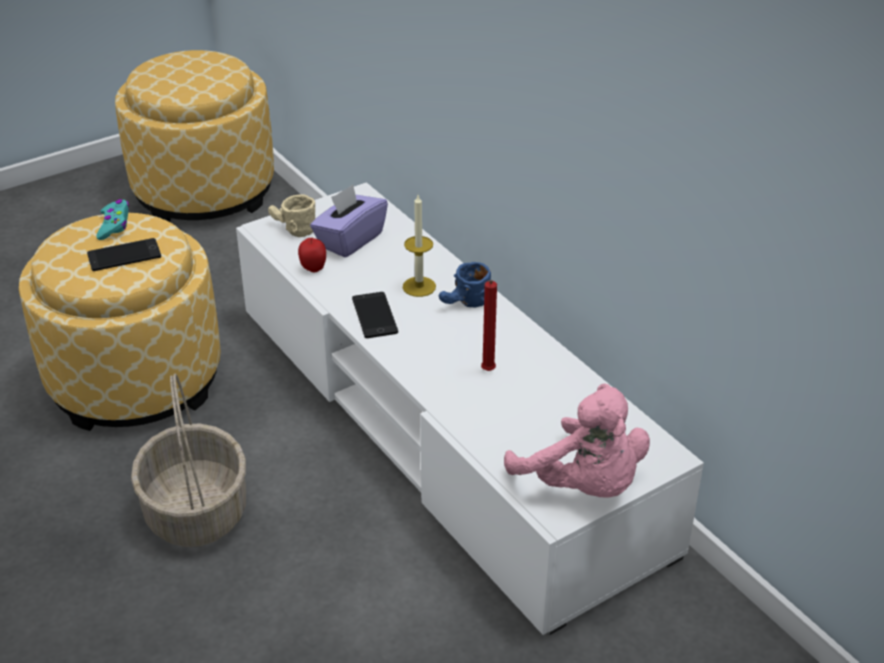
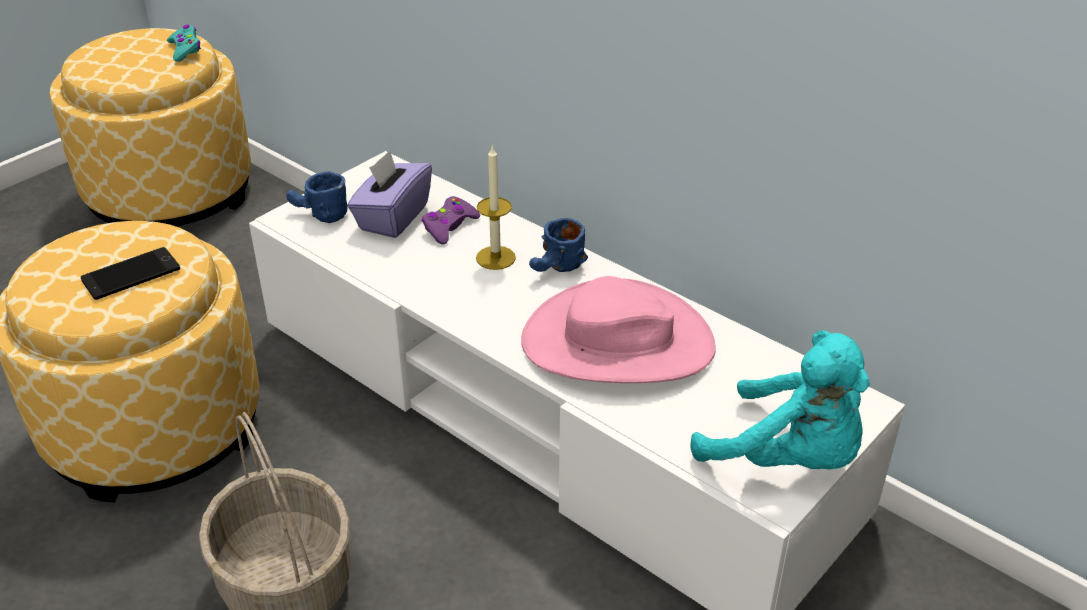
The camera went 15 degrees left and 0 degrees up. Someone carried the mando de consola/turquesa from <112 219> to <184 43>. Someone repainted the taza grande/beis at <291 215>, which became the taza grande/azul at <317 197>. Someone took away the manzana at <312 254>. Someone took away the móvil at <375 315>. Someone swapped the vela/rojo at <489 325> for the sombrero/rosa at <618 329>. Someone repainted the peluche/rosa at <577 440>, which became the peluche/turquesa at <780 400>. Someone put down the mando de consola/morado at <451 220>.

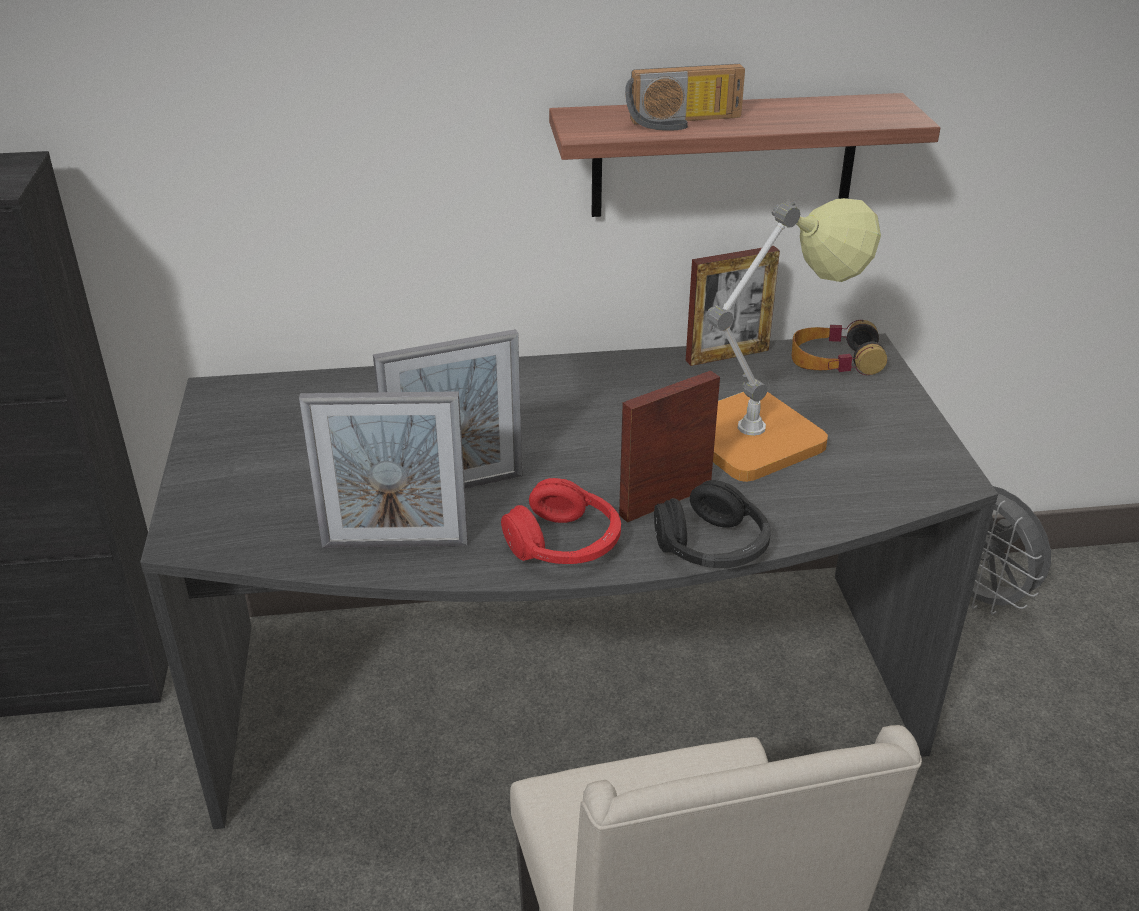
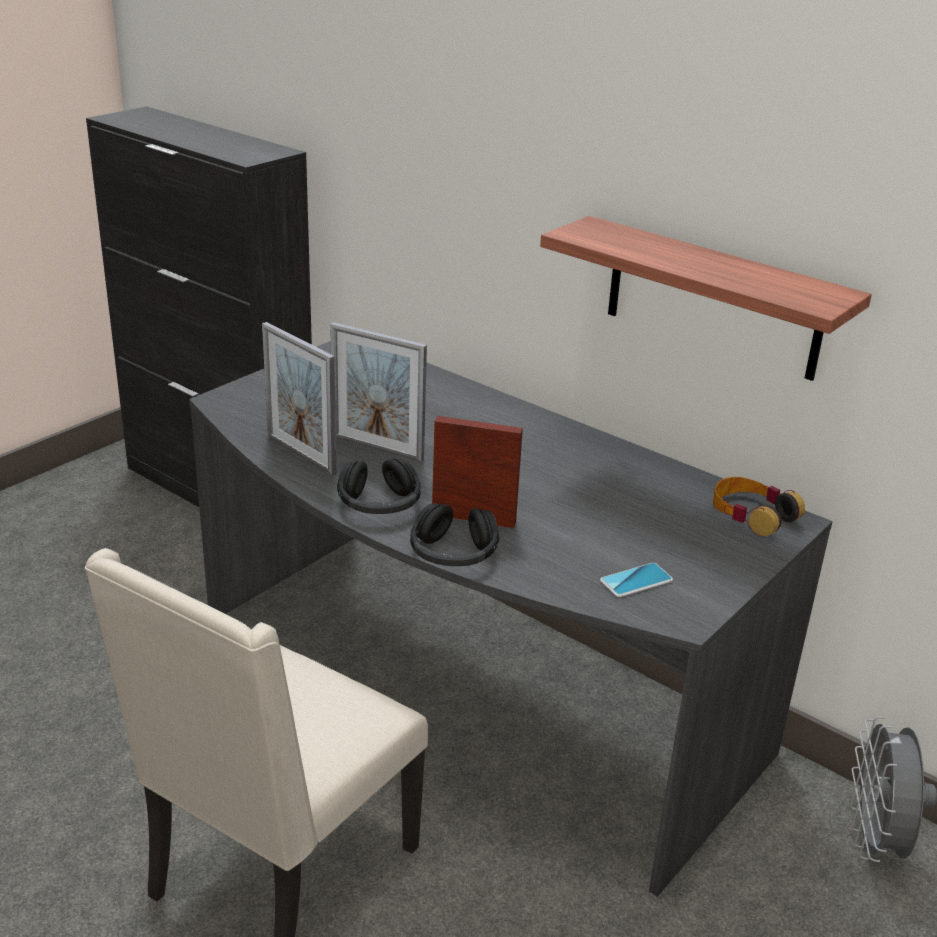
The camera went 45 degrees right and 5 degrees down. Someone repainted the auriculares/rojo at <561 521>, which became the auriculares/negro at <379 486>. Someone took away the radio at <685 97>. Someone took away the portarretratos at <733 306>. Someone took away the lámpara de mesa at <794 340>. Someone put down the móvil at <636 580>.

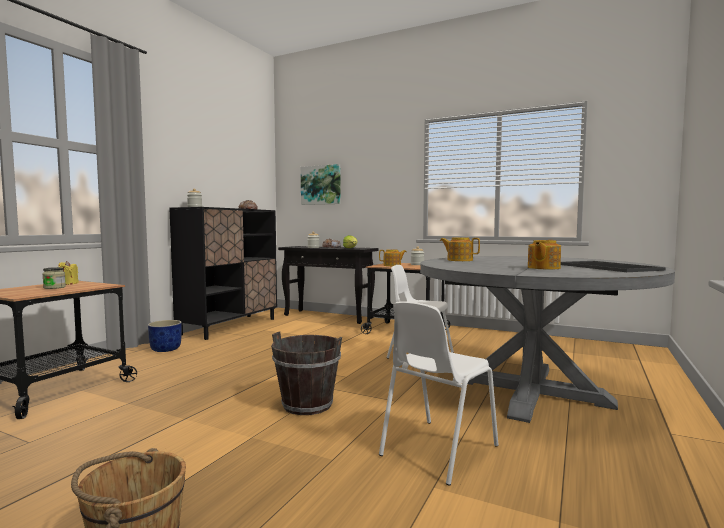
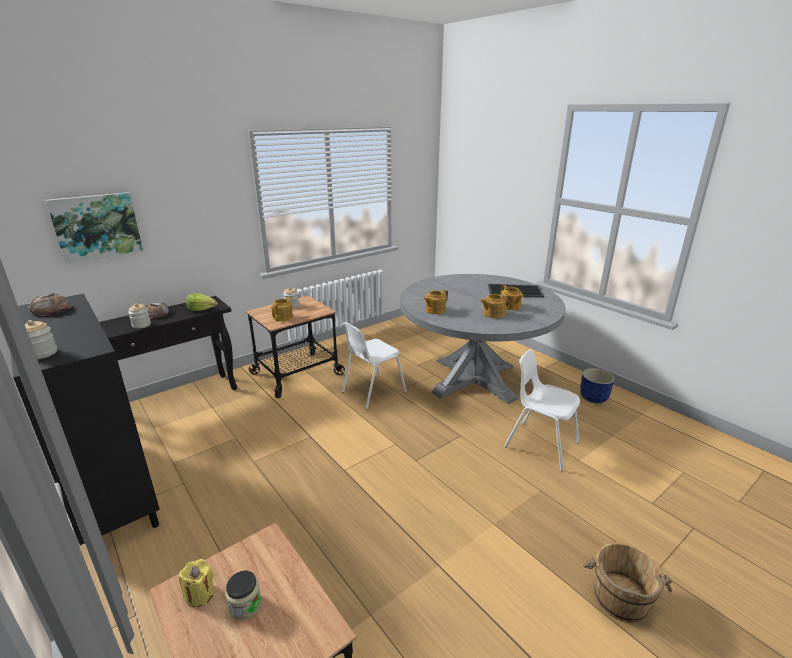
The camera went 65 degrees left and 20 degrees up. Someone carried the maceta/azul from <164 336> to <597 385>. Someone took away the cubo/marrón at <306 373>. Someone rotated the silla/blanco at <439 393> by 150 degrees clockwise. Someone put down the tetera at <495 306>.

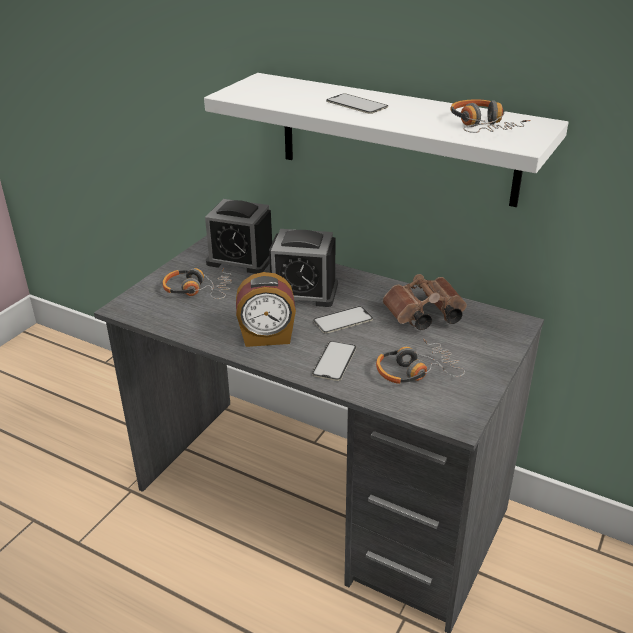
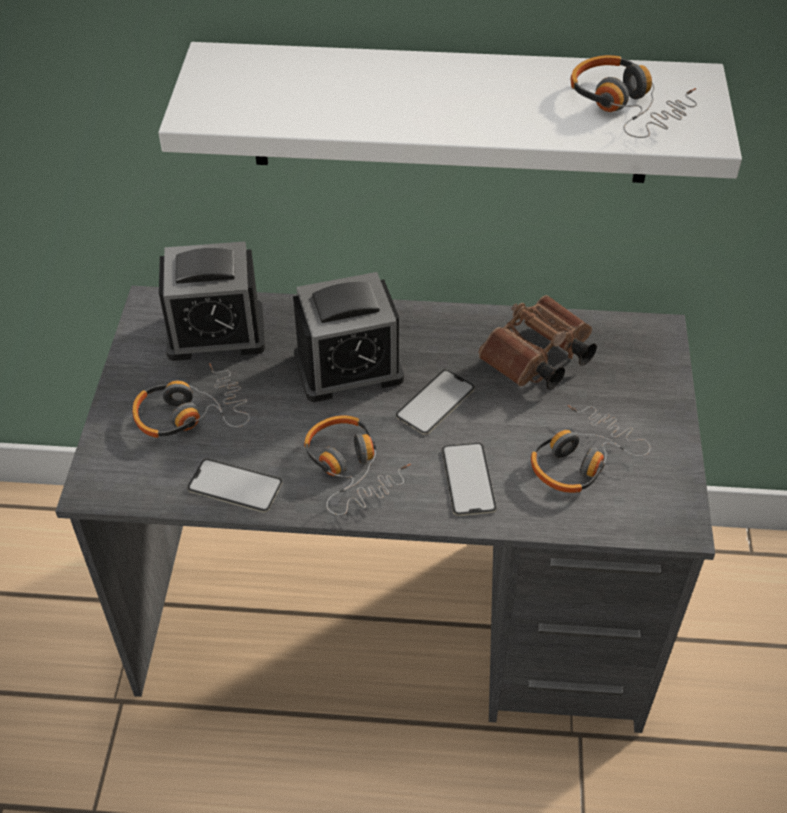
The camera went 25 degrees left and 15 degrees up. Someone swapped the despertador at <266 309> for the auriculares at <357 465>. Someone carried the móvil from <357 103> to <234 485>.

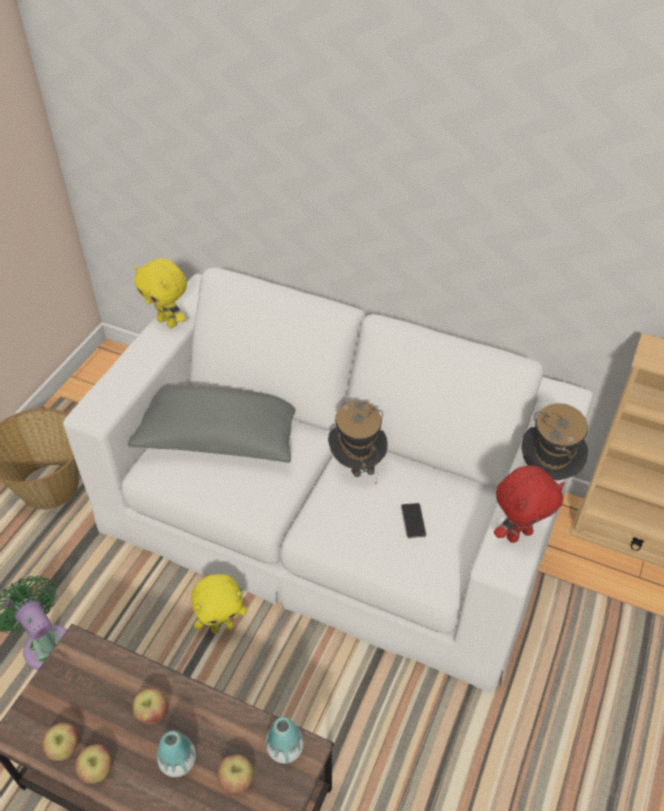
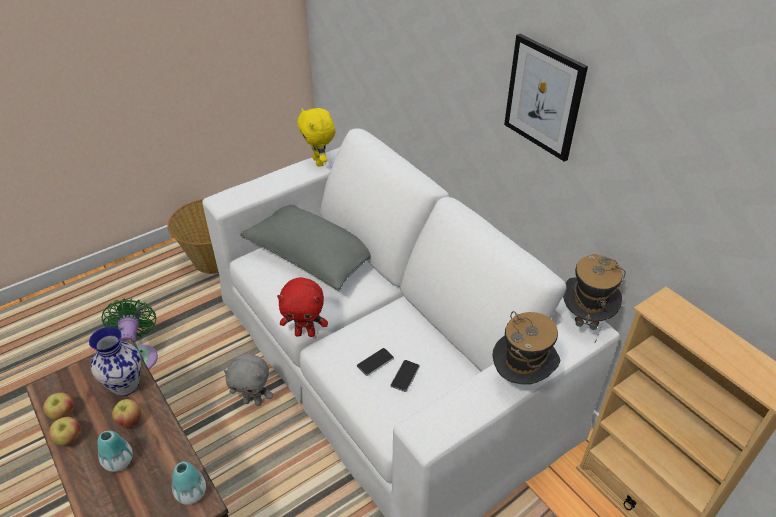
The camera went 30 degrees right and 5 degrees down. Someone repainted the peluche/amarillo at <219 604>, which became the peluche/gris at <248 379>. Someone took away the manzana at <235 774>. Someone carried the sombrero from <358 442> to <594 298>. Someone carried the peluche/rojo from <529 504> to <302 307>. Someone put down the florero at <115 361>. Someone put down the móvil at <375 362>. Someone put up the cuadro at <546 98>.

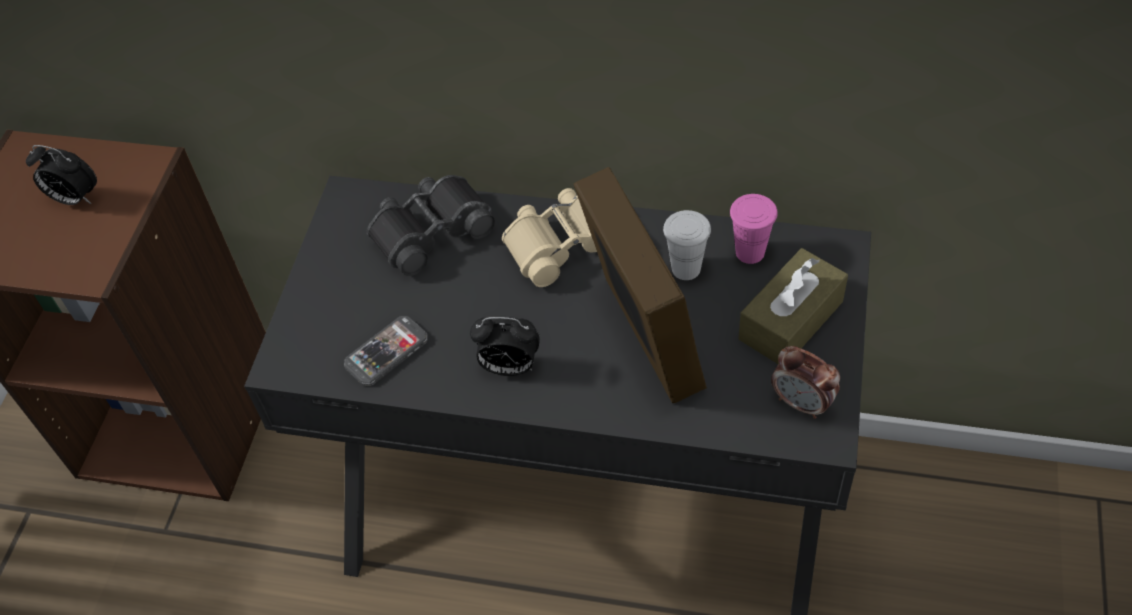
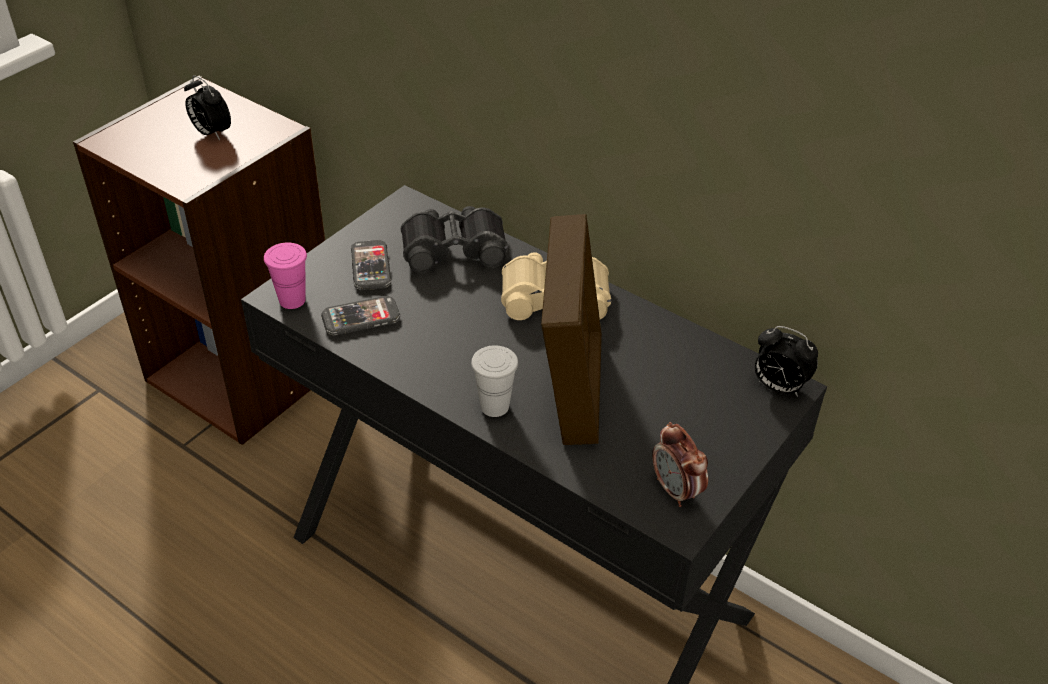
The camera went 20 degrees right and 10 degrees down. Someone carried the despertador from <505 346> to <786 361>. Someone carried the taza/blanco from <687 245> to <494 381>. Someone carried the taza/rosa from <754 229> to <285 275>. Someone took away the caja de pañuelos/marrón at <793 306>. Someone put down the móvil at <371 265>.

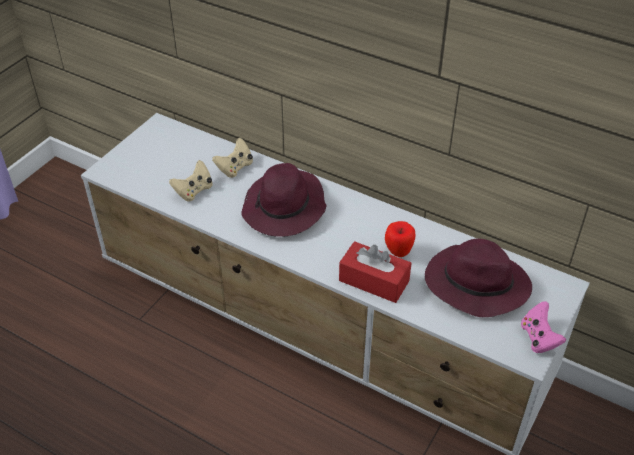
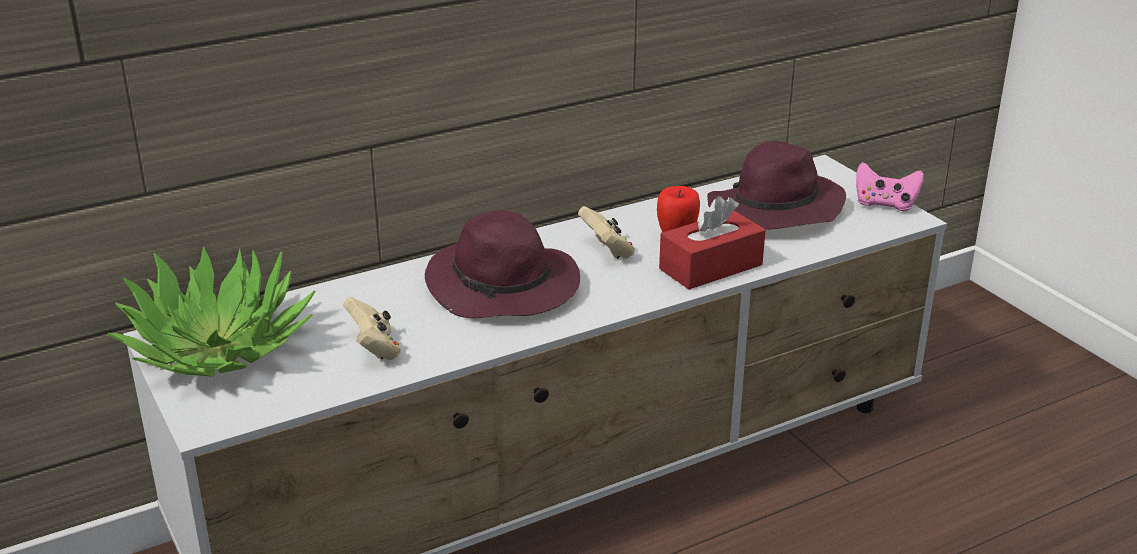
The camera went 60 degrees left and 15 degrees down. Someone carried the mando de consola/beis from <232 158> to <606 232>. Someone put down the planta en maceta at <211 311>.

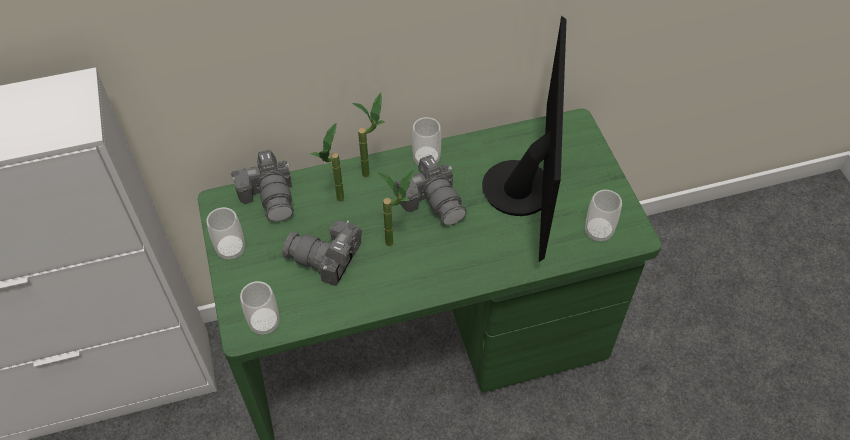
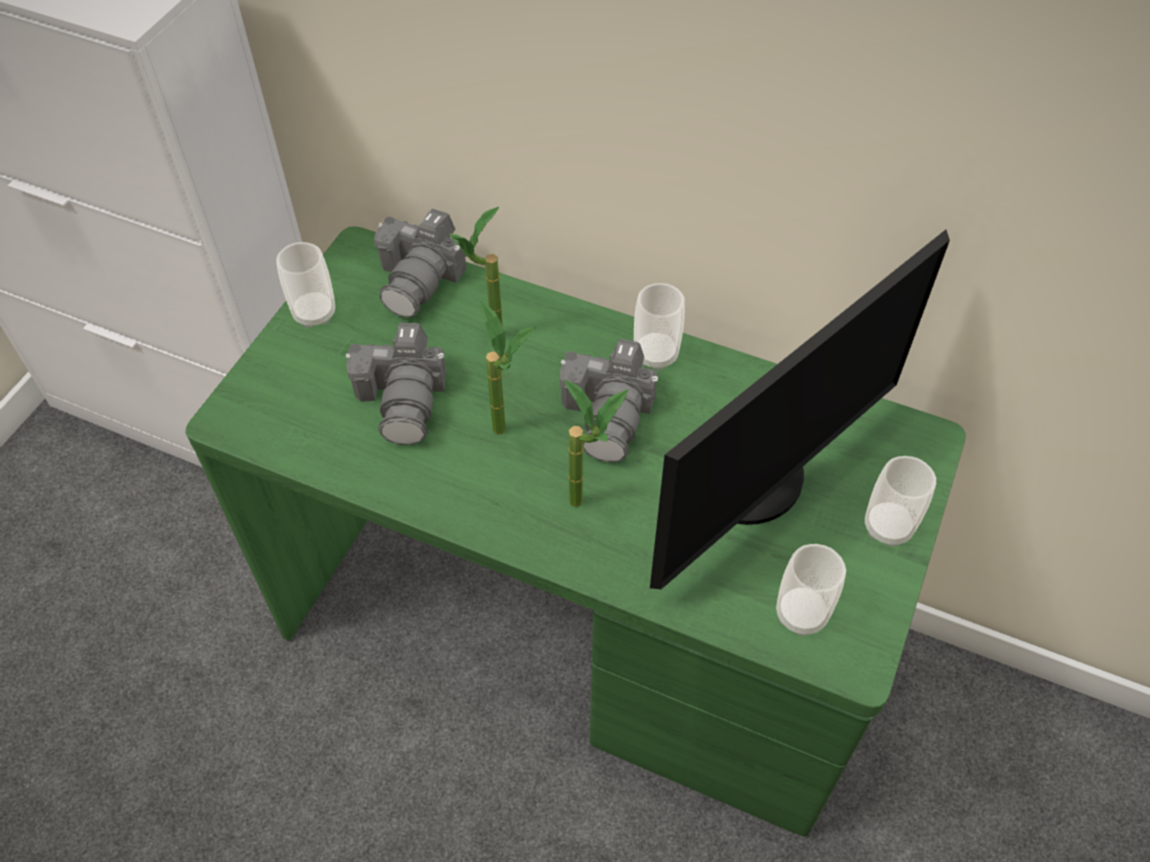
The camera went 40 degrees right and 0 degrees up. Someone carried the taza from <260 308> to <900 501>. Someone rotated the cámara at <322 253> by 150 degrees counterclockwise. Someone carried the planta en maceta from <368 135> to <596 443>.

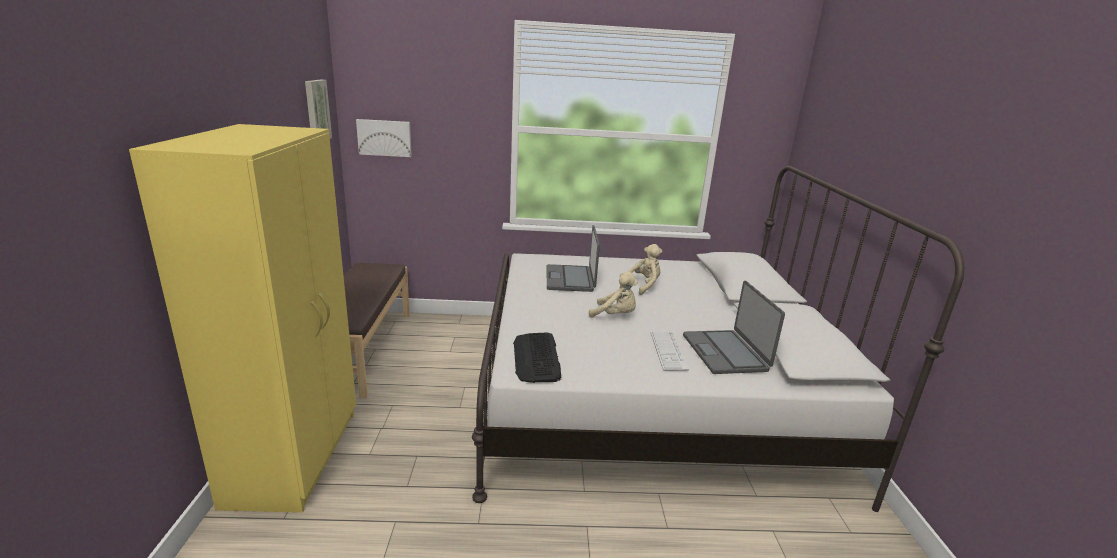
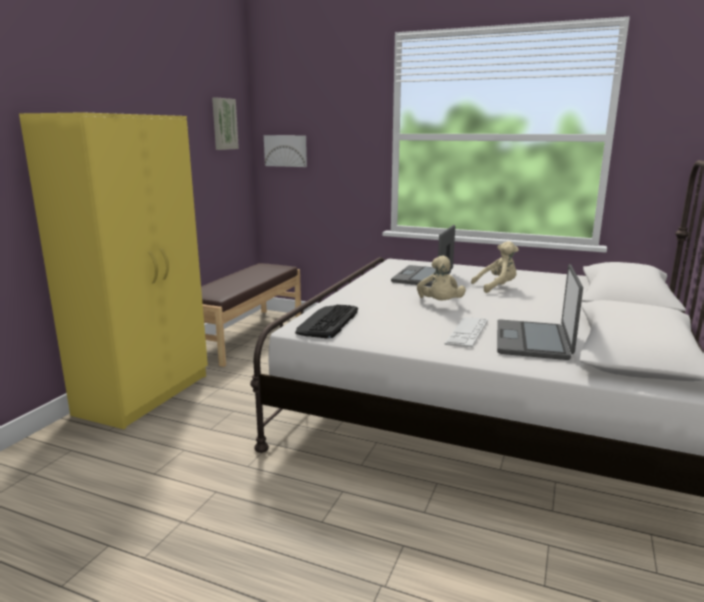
The camera went 25 degrees right and 5 degrees down. Someone rotated the peluche/beis at <613 295> by 45 degrees clockwise.

